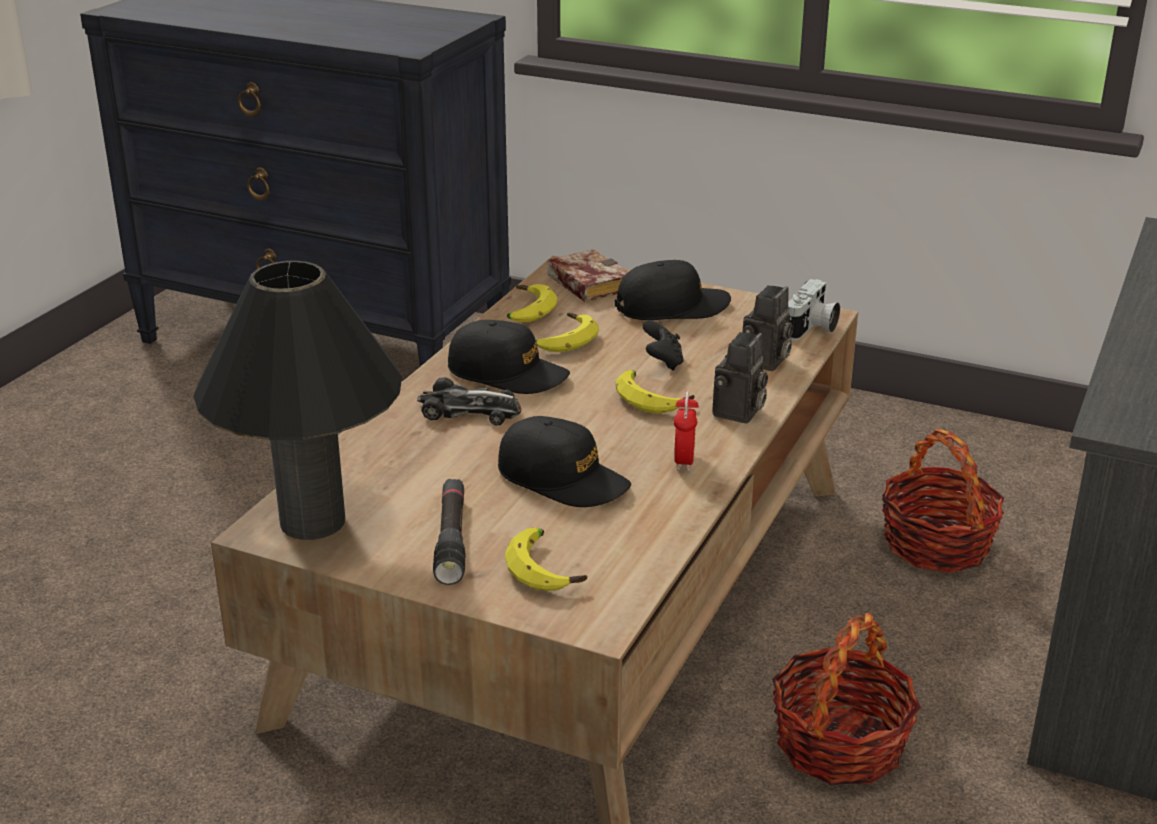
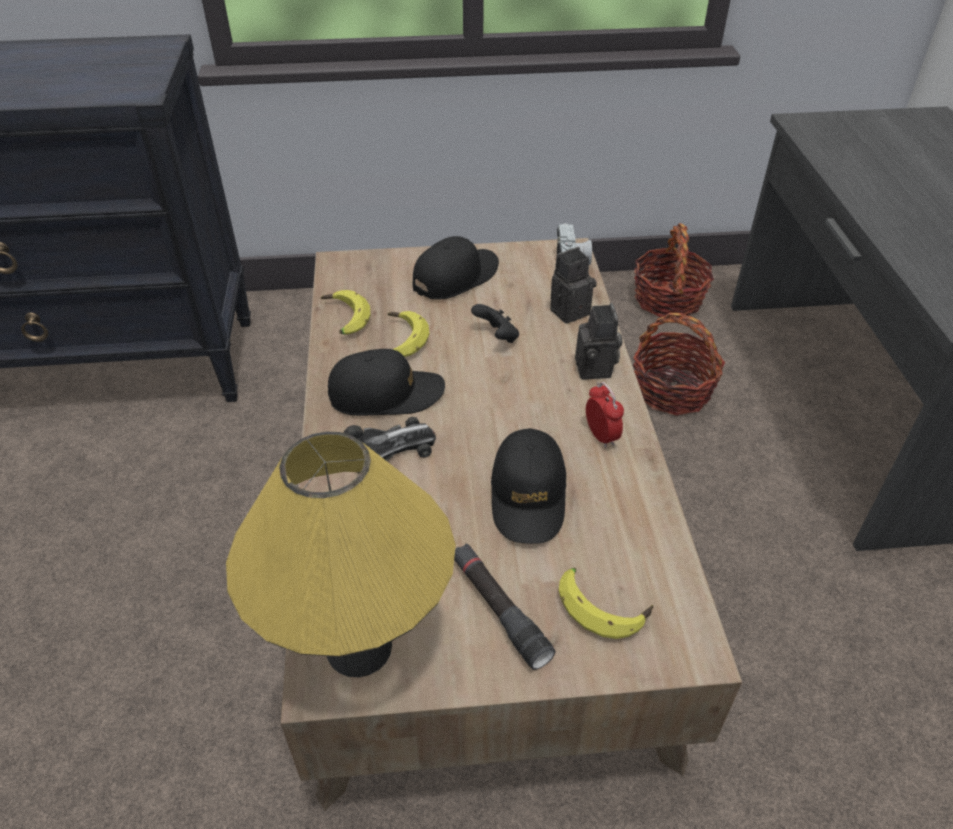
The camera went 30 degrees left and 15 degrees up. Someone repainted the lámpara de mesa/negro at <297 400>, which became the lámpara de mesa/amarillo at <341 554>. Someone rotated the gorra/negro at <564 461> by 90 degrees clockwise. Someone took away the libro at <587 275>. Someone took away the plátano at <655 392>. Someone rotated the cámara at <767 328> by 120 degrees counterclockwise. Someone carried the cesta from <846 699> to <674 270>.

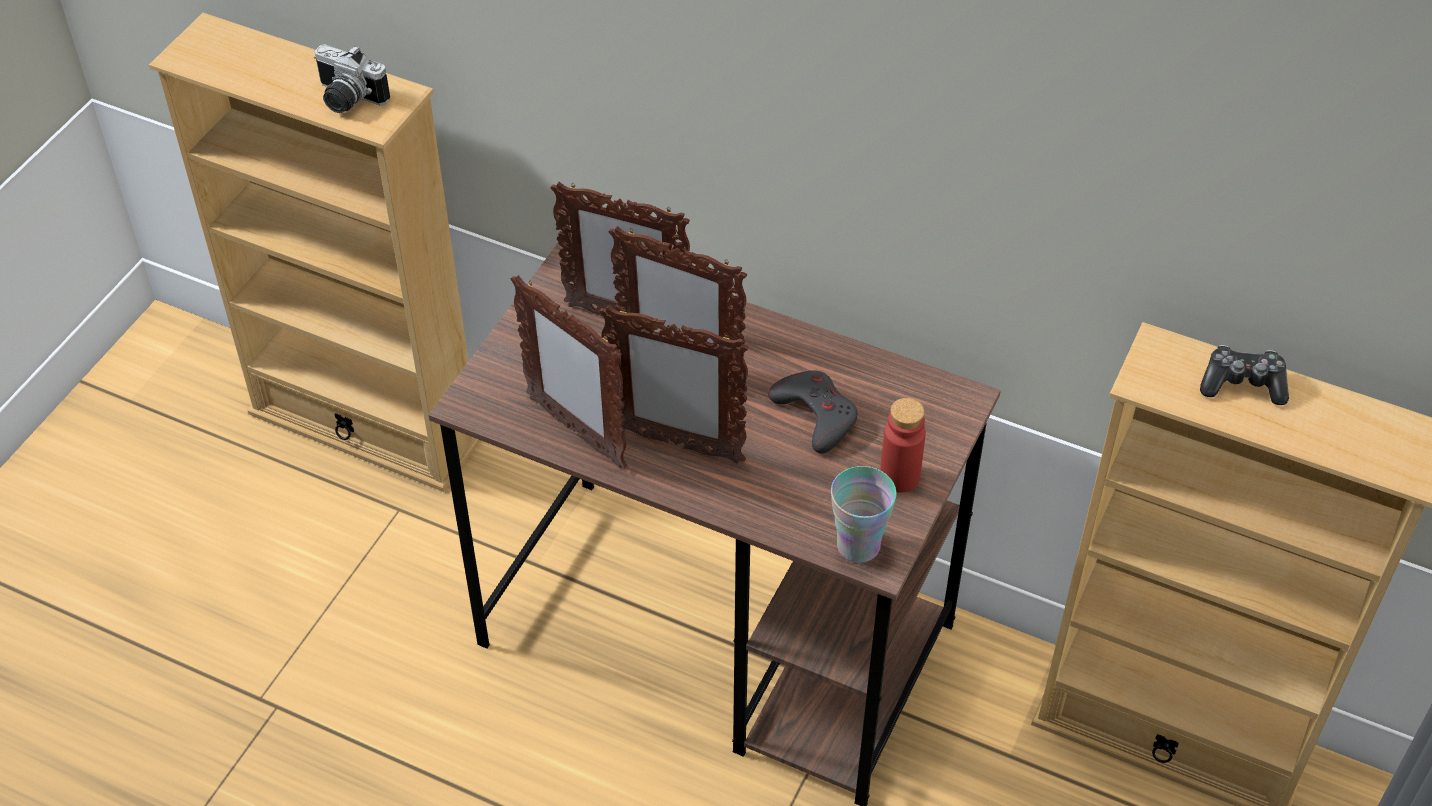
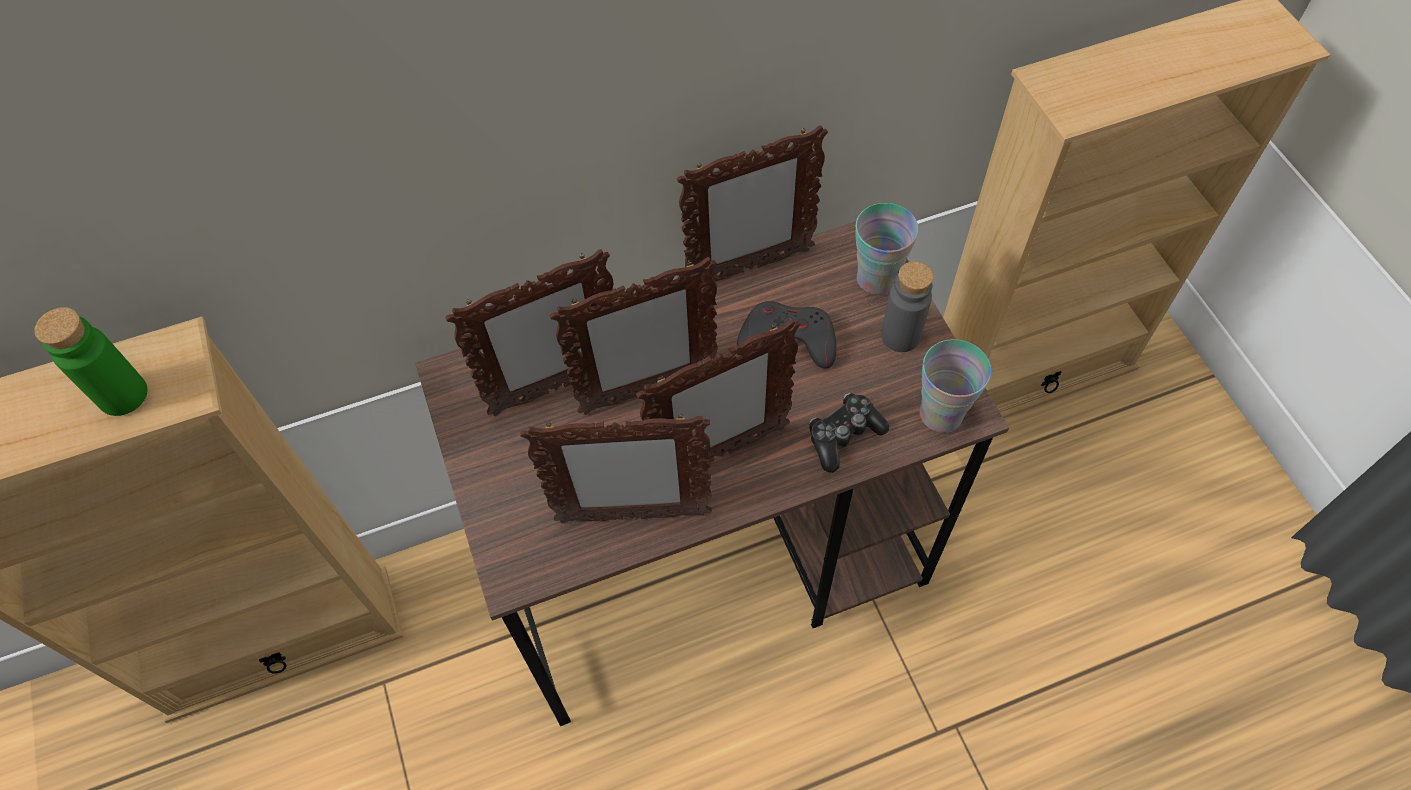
The camera went 45 degrees left and 10 degrees up. Someone swapped the cámara at <352 78> for the botella/verde at <91 361>. Someone repainted the botella/rojo at <903 445>, which became the botella/gris at <907 306>. Someone carried the mando de consola from <1244 375> to <849 433>. Someone put down the portarretratos at <752 203>. Someone put down the taza at <887 249>.

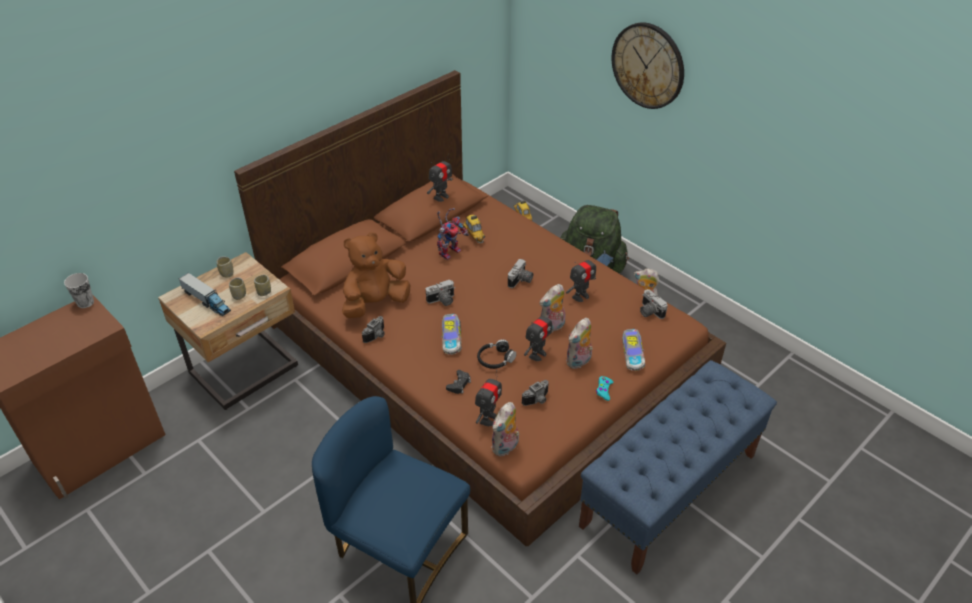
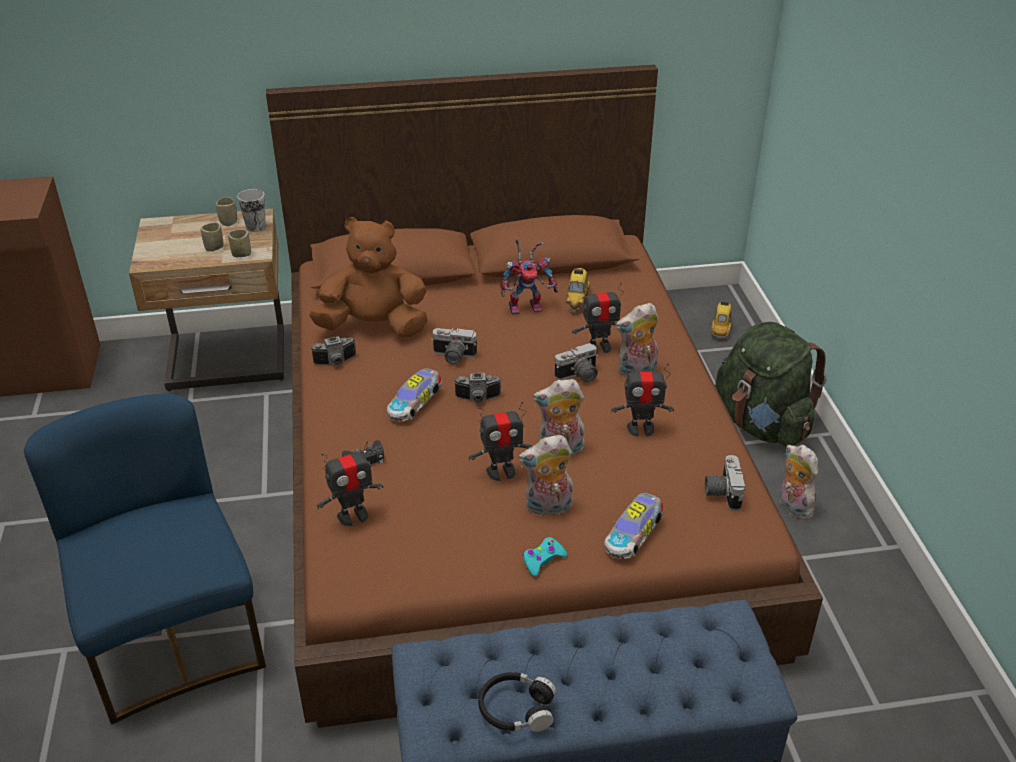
The camera went 35 degrees right and 5 degrees down. Someone carried the taza from <79 290> to <251 210>. Someone took away the camión de juguete at <204 294>. Someone carried the robot de juguete from <440 178> to <598 318>. Someone carried the auriculares/negro from <496 354> to <517 702>. Someone carried the peluche from <505 429> to <637 340>. Someone carried the cámara from <535 393> to <478 388>. Someone took away the reloj de pared at <648 65>.

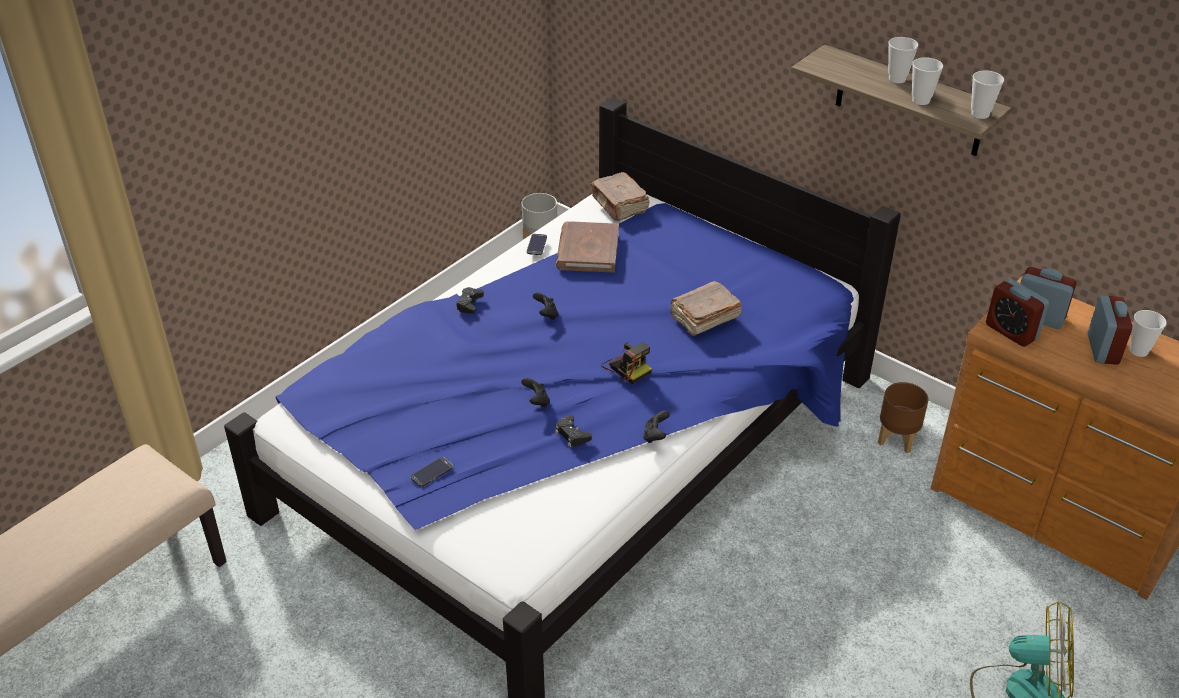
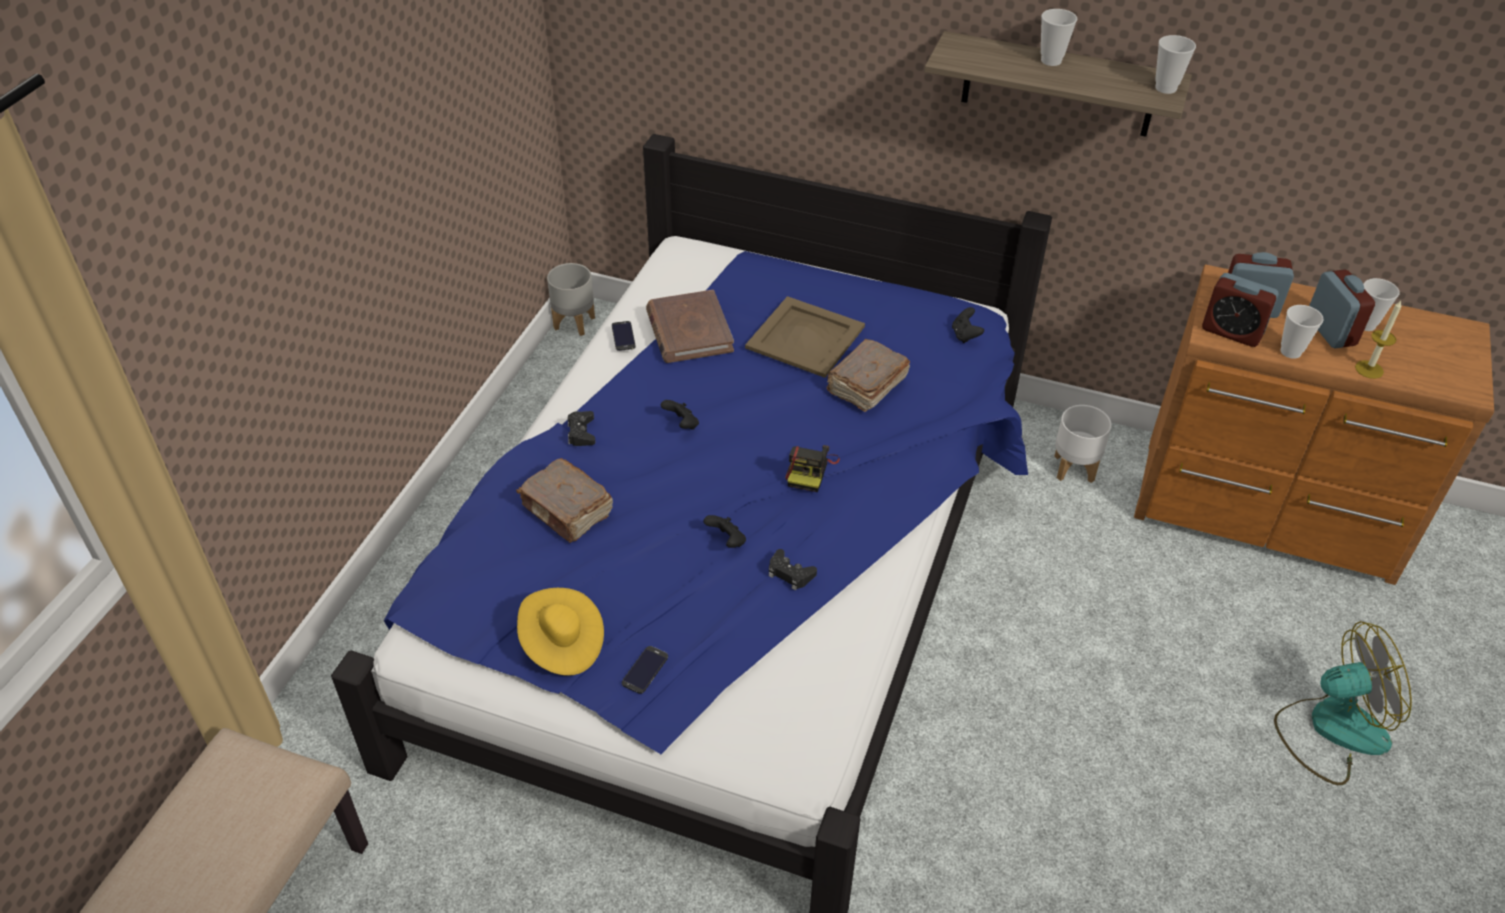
The camera went 20 degrees left and 5 degrees up. Someone carried the libro/marrón from <620 196> to <564 500>. Someone rotated the cámara at <626 363> by 75 degrees clockwise. Someone carried the mando de consola/negro from <656 427> to <968 325>. Someone repainted the maceta/marrón at <903 417>, which became the maceta/blanco at <1083 444>. Someone carried the taza from <927 81> to <1302 332>. Someone put down the sombrero/amarillo at <560 632>. Someone put down the bandeja/beis at <805 337>. Someone put down the vela at <1378 340>.

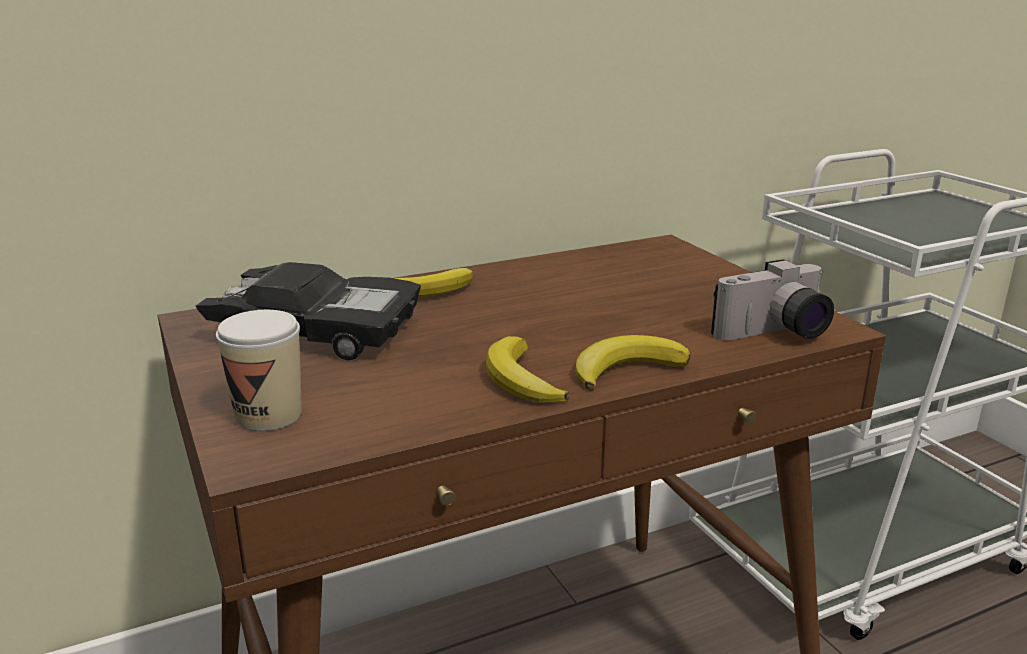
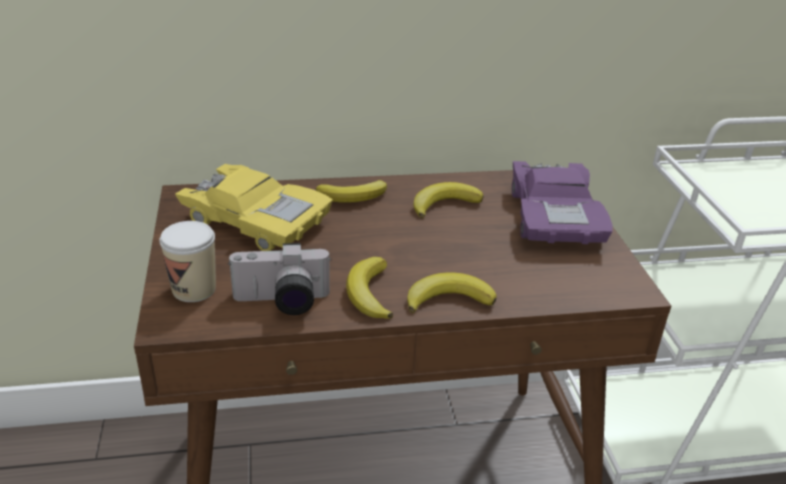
The camera went 15 degrees right and 10 degrees up. Someone repainted the coche de juguete/negro at <308 311>, which became the coche de juguete/amarillo at <254 207>. Someone carried the cámara from <772 299> to <280 279>. Someone put down the plátano at <448 200>. Someone put down the coche de juguete/morado at <562 202>.

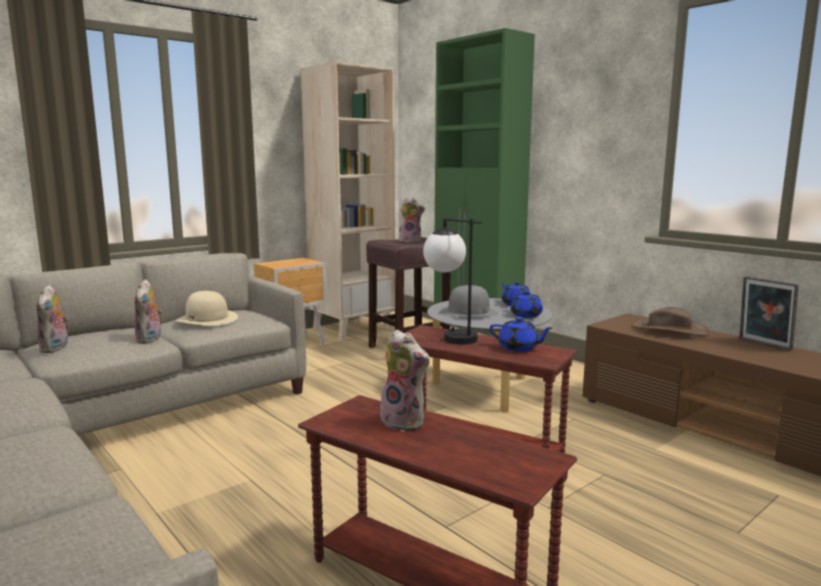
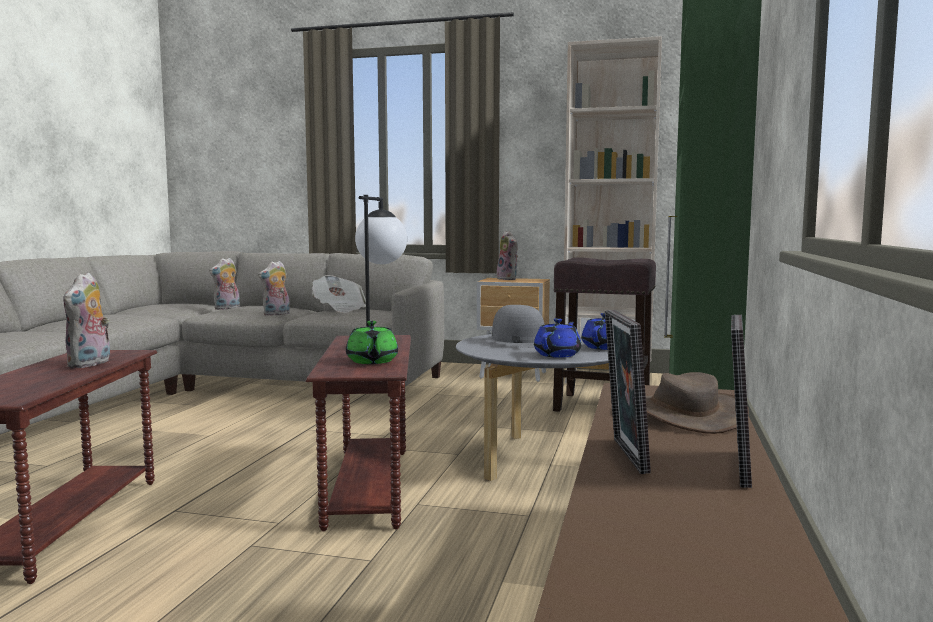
The camera went 55 degrees right and 5 degrees down. Someone swapped the sombrero/beis at <207 308> for the periódico at <339 294>. Someone carried the peluche from <412 220> to <507 255>. Someone repainted the tetera/azul at <521 334>, which became the tetera/verde at <372 342>. Someone put down the portarretratos at <628 392>.

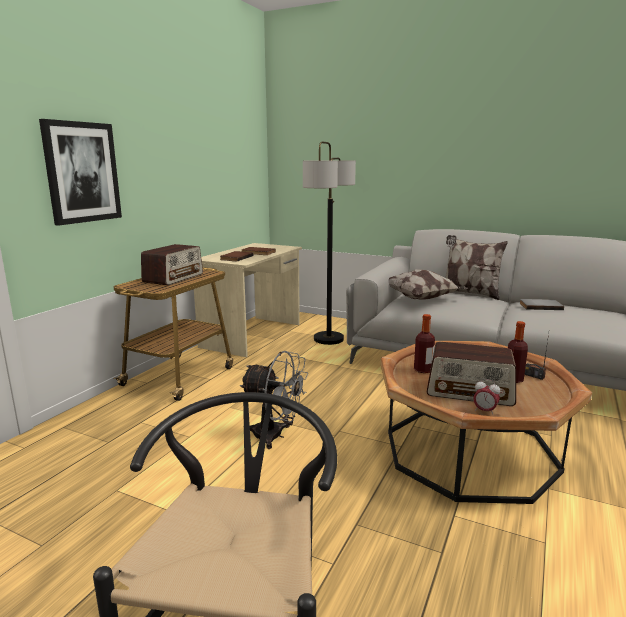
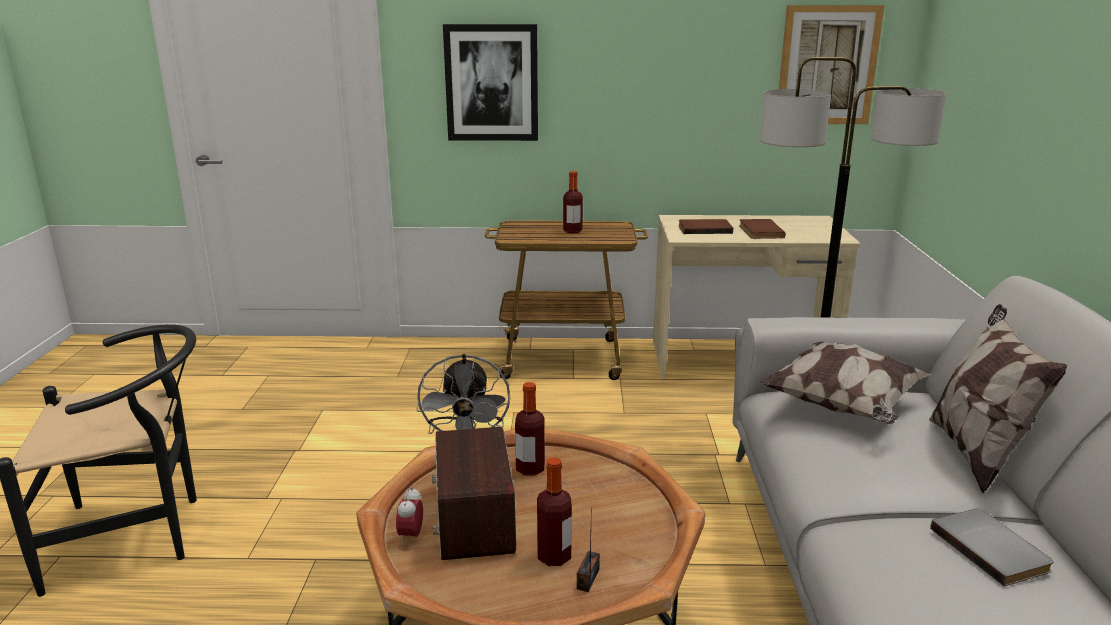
The camera went 65 degrees right and 5 degrees up. Someone swapped the radio at <172 264> for the botella at <573 202>. Someone put up the cuadro at <832 64>.

